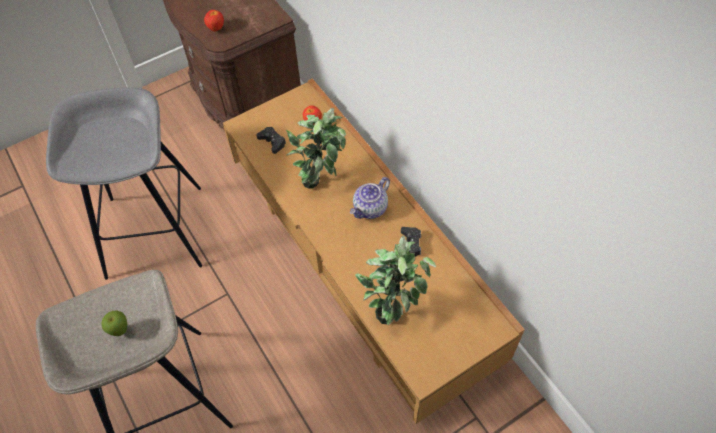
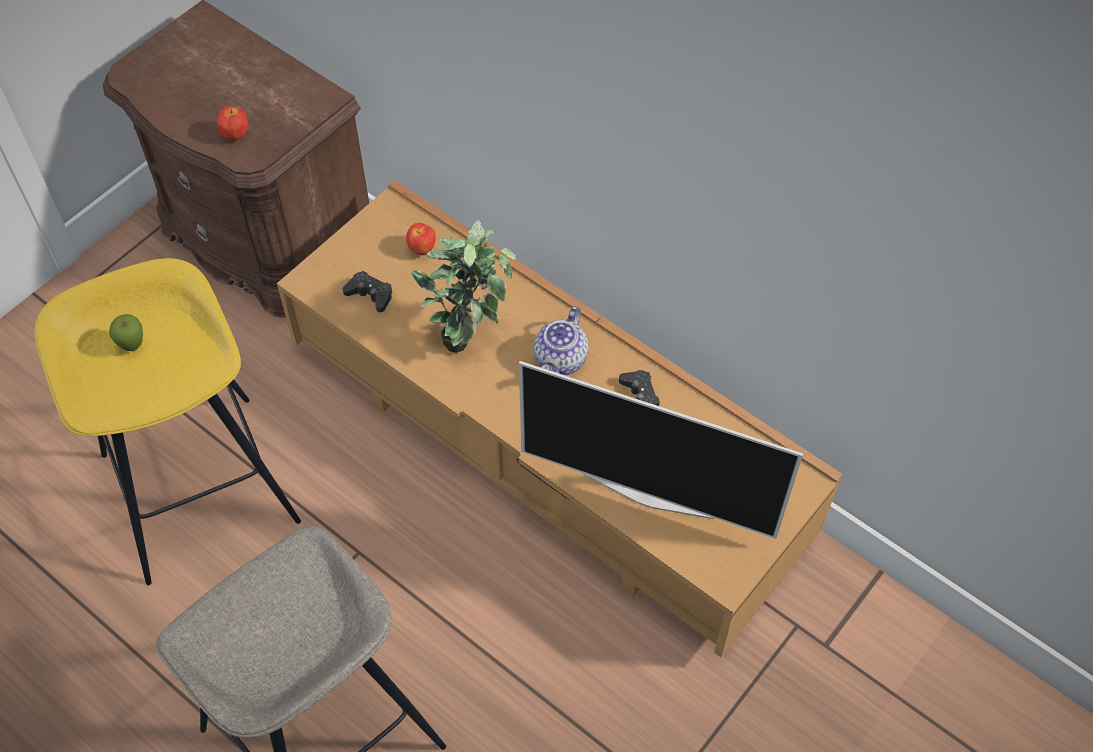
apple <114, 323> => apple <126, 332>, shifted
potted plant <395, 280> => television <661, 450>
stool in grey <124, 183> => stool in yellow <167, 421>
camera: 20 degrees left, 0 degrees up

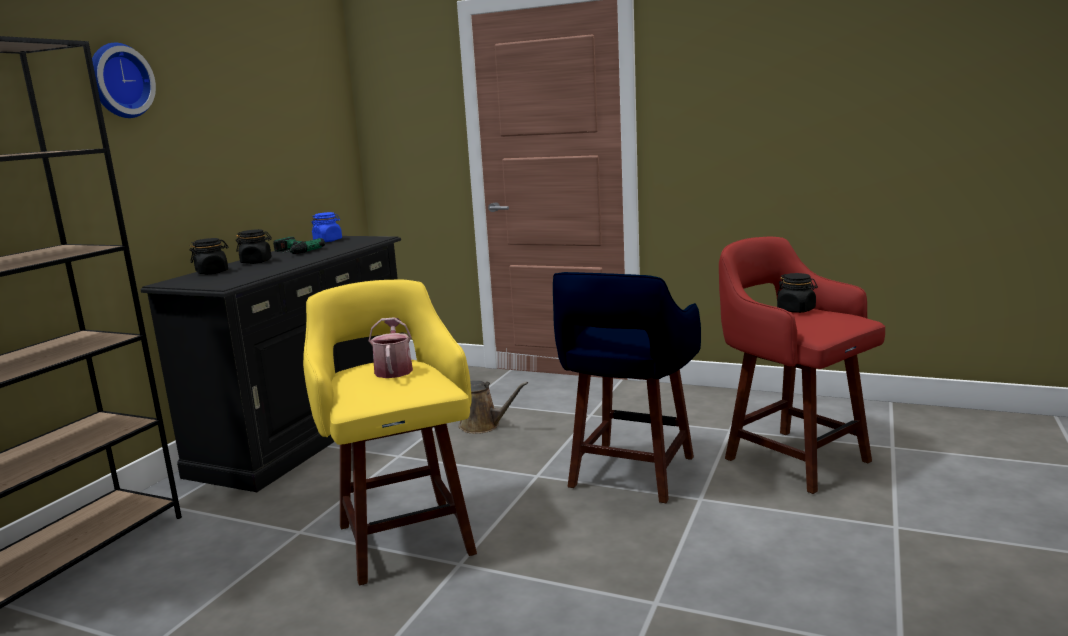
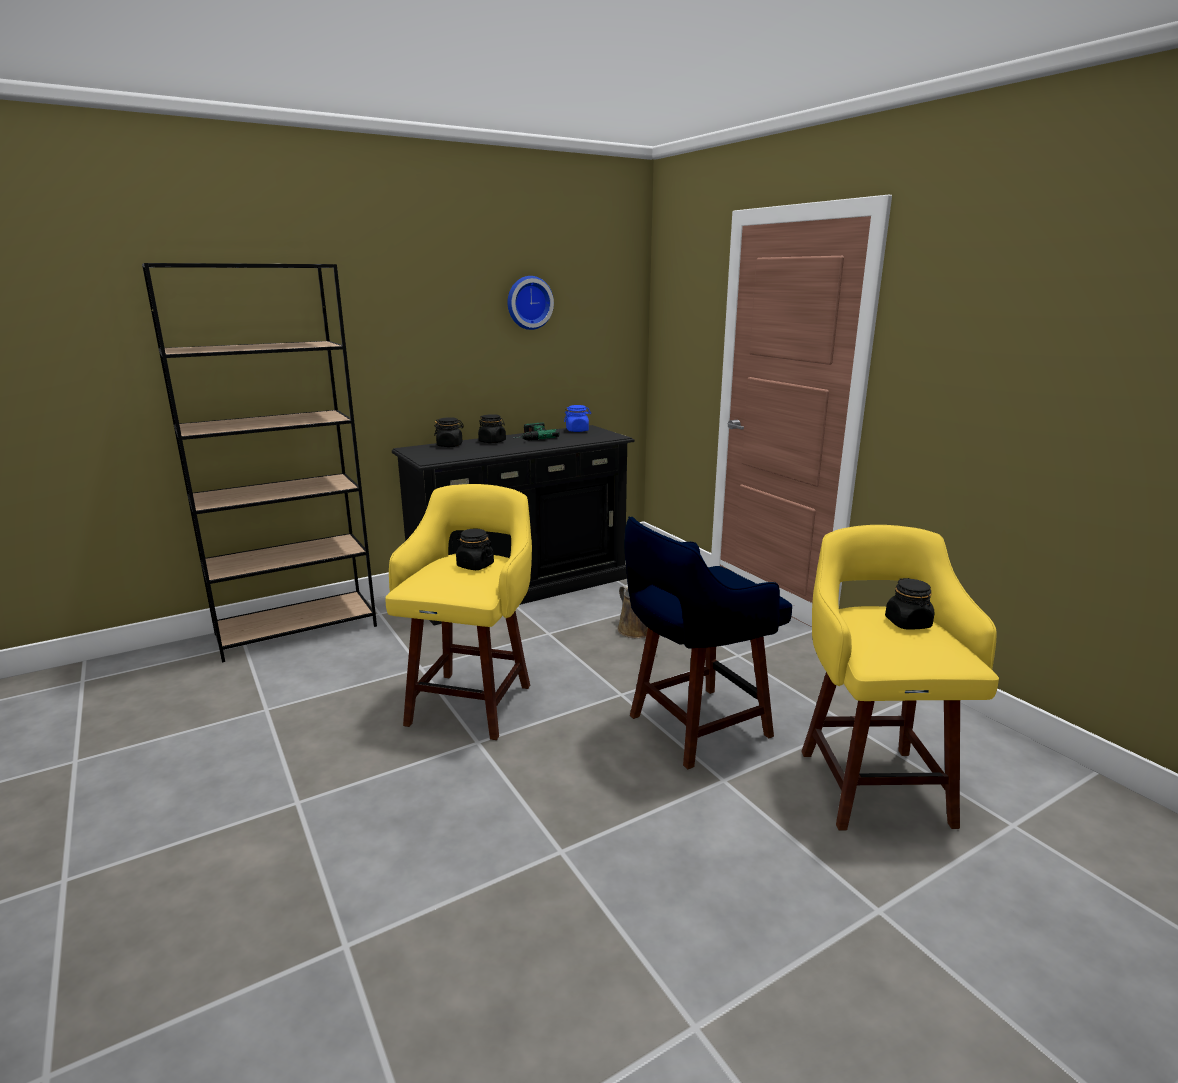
wall clock <124, 80> => wall clock <530, 303>, shifted
watering can <391, 347> => jar in black <475, 549>
stool in red <802, 365> => stool in yellow <900, 677>
camera: 35 degrees right, 5 degrees up

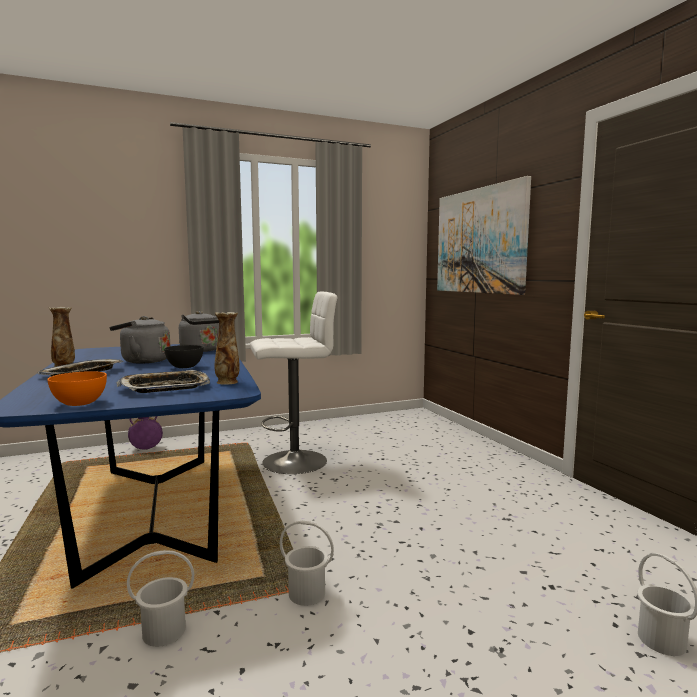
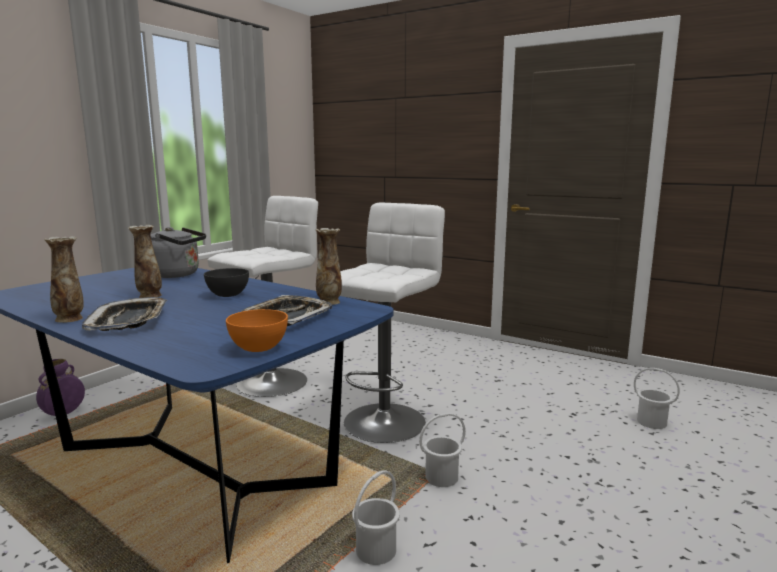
picture <484, 235> => nothing
nothing => stool in white <392, 323>
kettle in grey <140, 340> => vase <145, 261>
camera: 35 degrees left, 5 degrees up

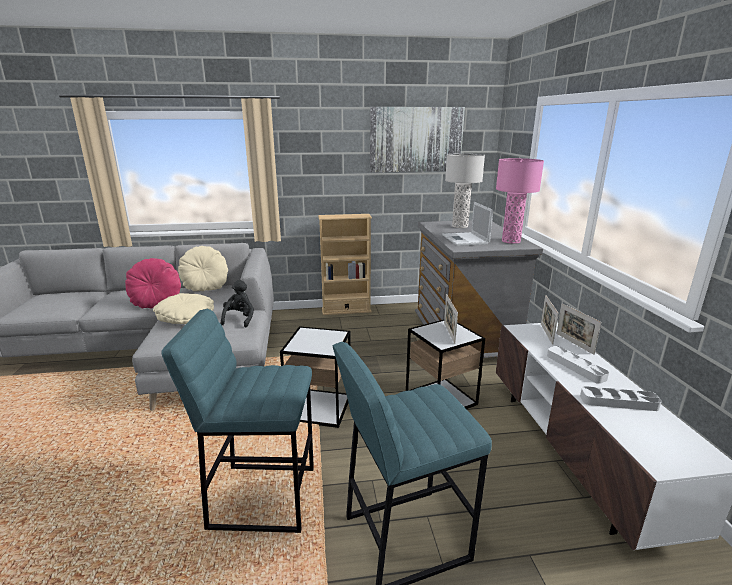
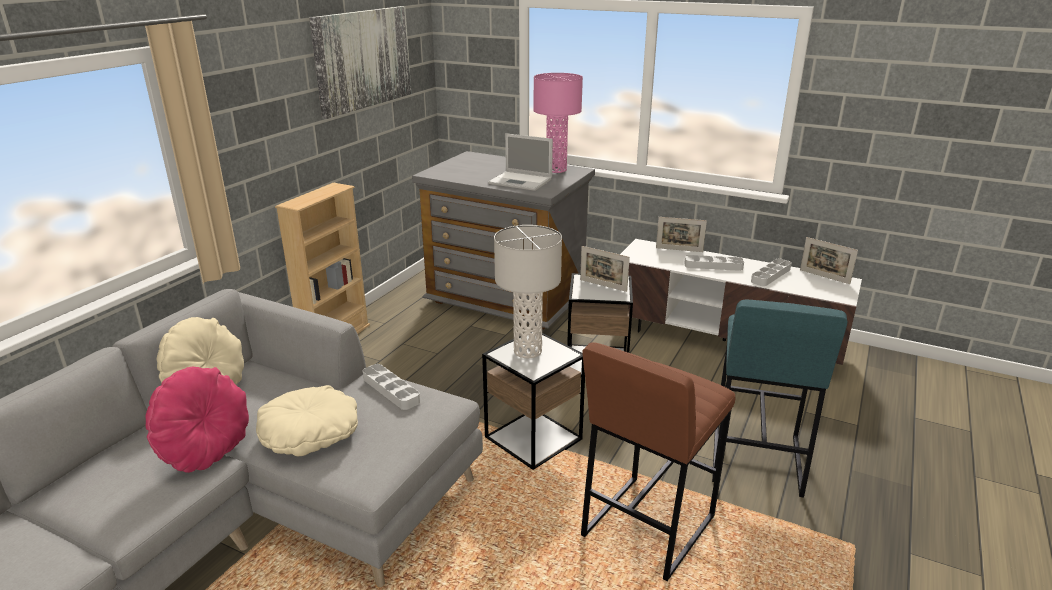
table lamp in white <465, 190> => table lamp in white <528, 291>, shifted
picture frame <550, 320> => picture frame <829, 260>, shifted
plush toy in black <237, 303> => tray in grey <391, 387>
stool in turquoise <238, 421> => stool in brown <658, 461>
camera: 55 degrees left, 5 degrees up

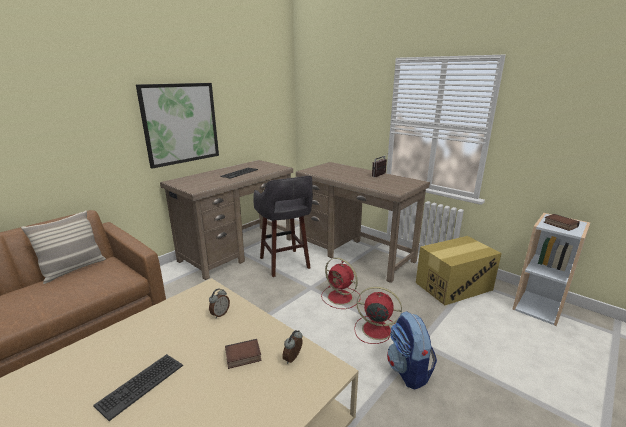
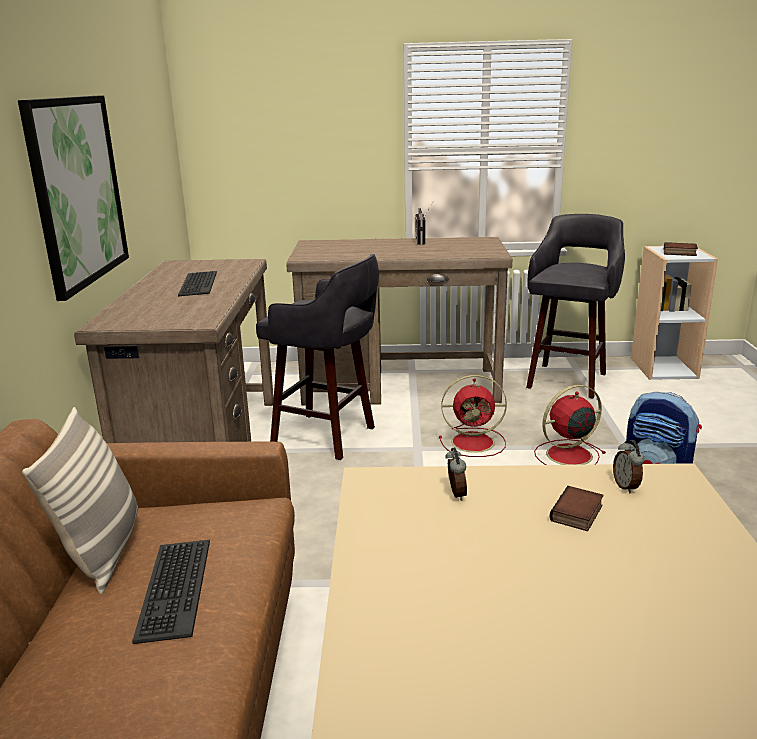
keyboard <138, 387> => keyboard <171, 592>, shifted
cardboard box <459, 270> => stool in grey <575, 306>
camera: 40 degrees left, 0 degrees up

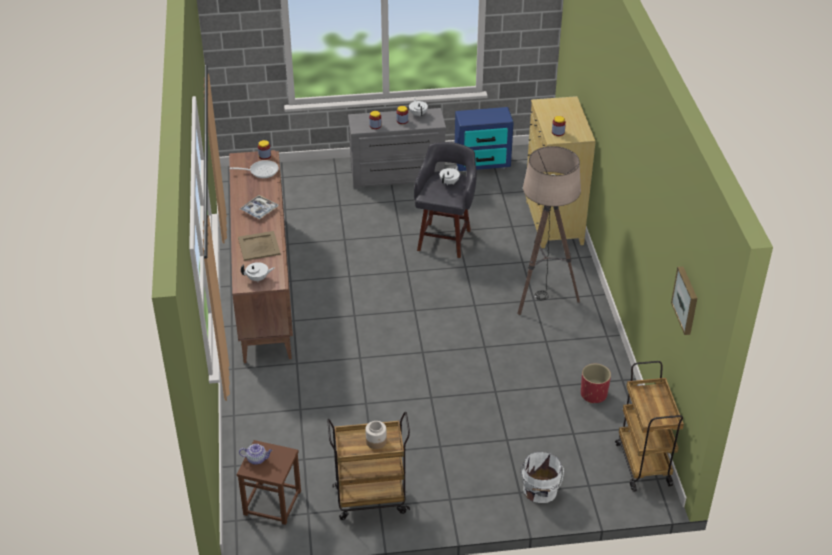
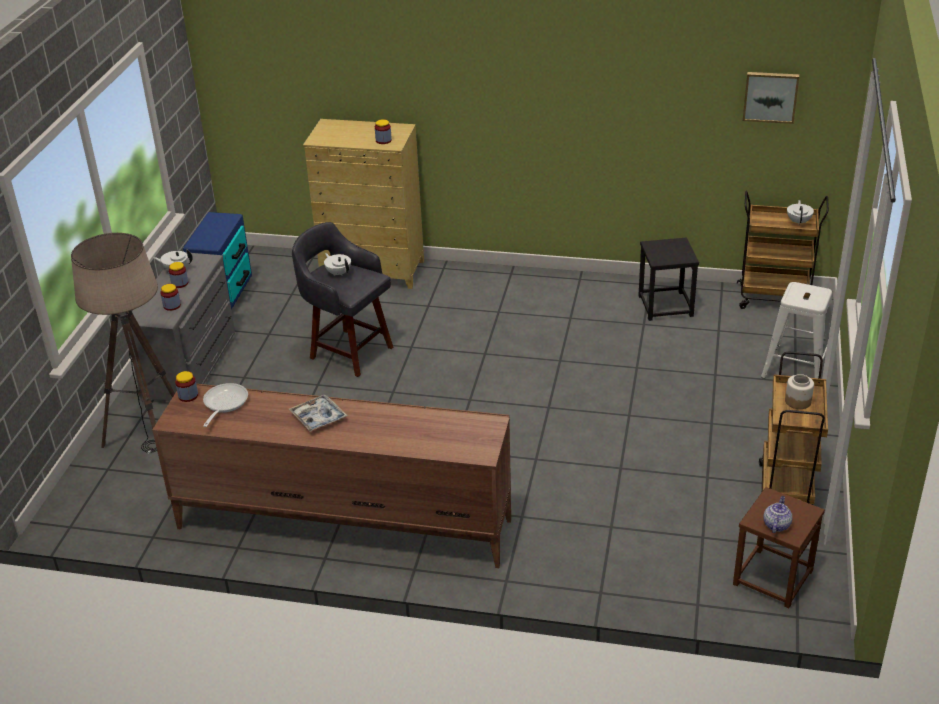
tray in beige <259, 246> => nothing
teapot in white <257, 271> => teapot in white <800, 212>, shifted
floor lamp <549, 230> => floor lamp <123, 343>, shifted
bucket in white <542, 477> => stool in white <796, 330>
planter in red <596, 384> => stool in black <668, 279>
camera: 70 degrees left, 5 degrees down

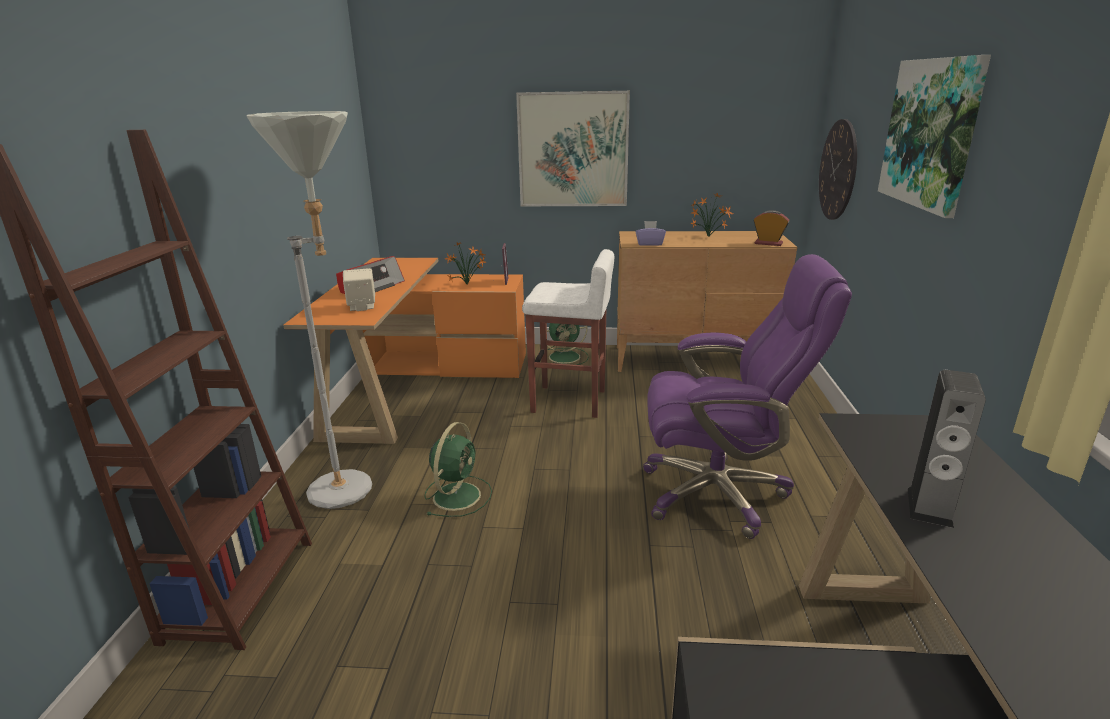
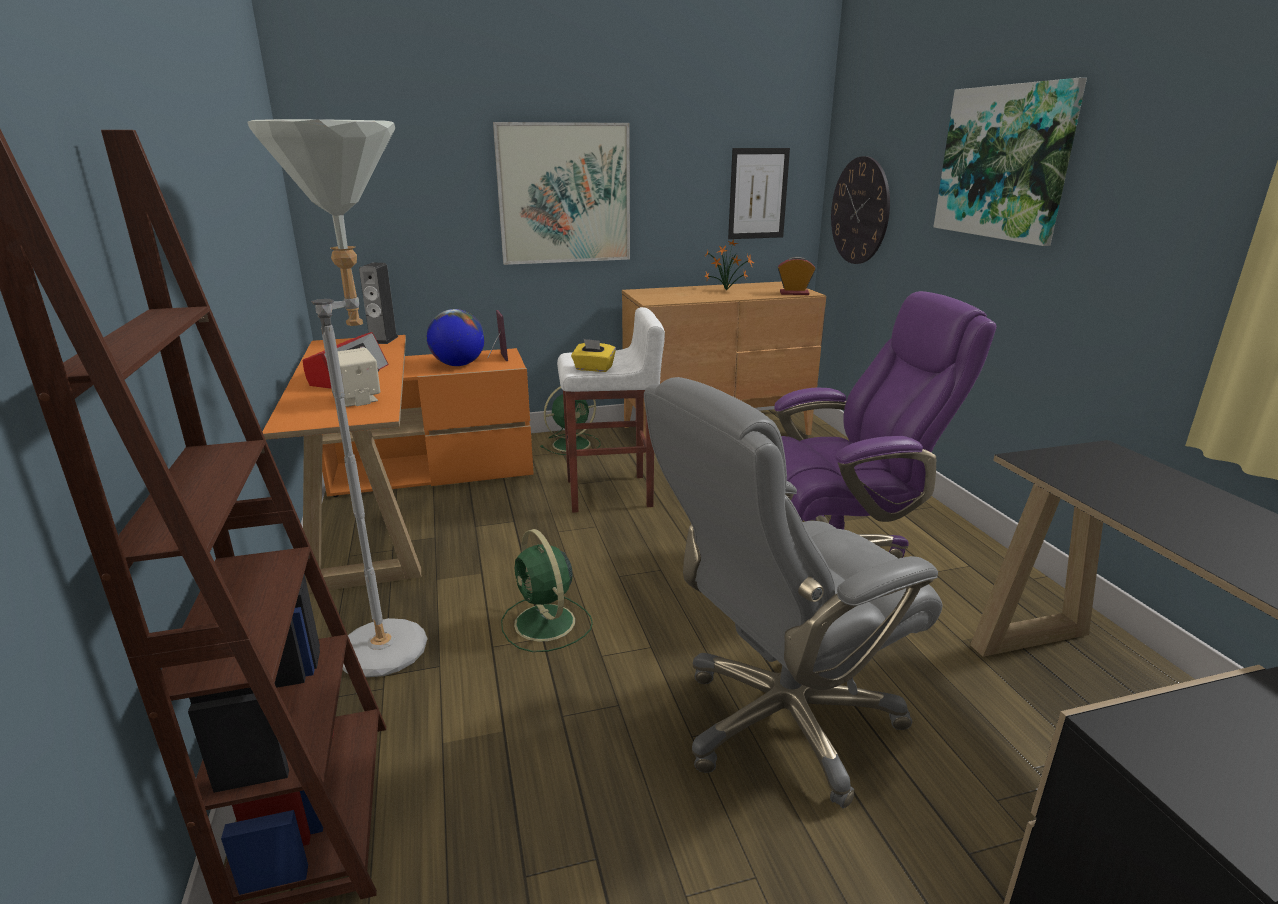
tissue box in purple <650, 233> => nothing
nothing => tissue box in yellow <593, 355>
nothing => office chair in grey <793, 592>
nothing => picture <759, 193>
speaker <947, 449> => speaker <379, 303>, shifted
potted plant <466, 262> => globe <456, 337>
fan in green <458, 469> => fan in green <547, 590>, 150 degrees clockwise
camera: 20 degrees left, 0 degrees up

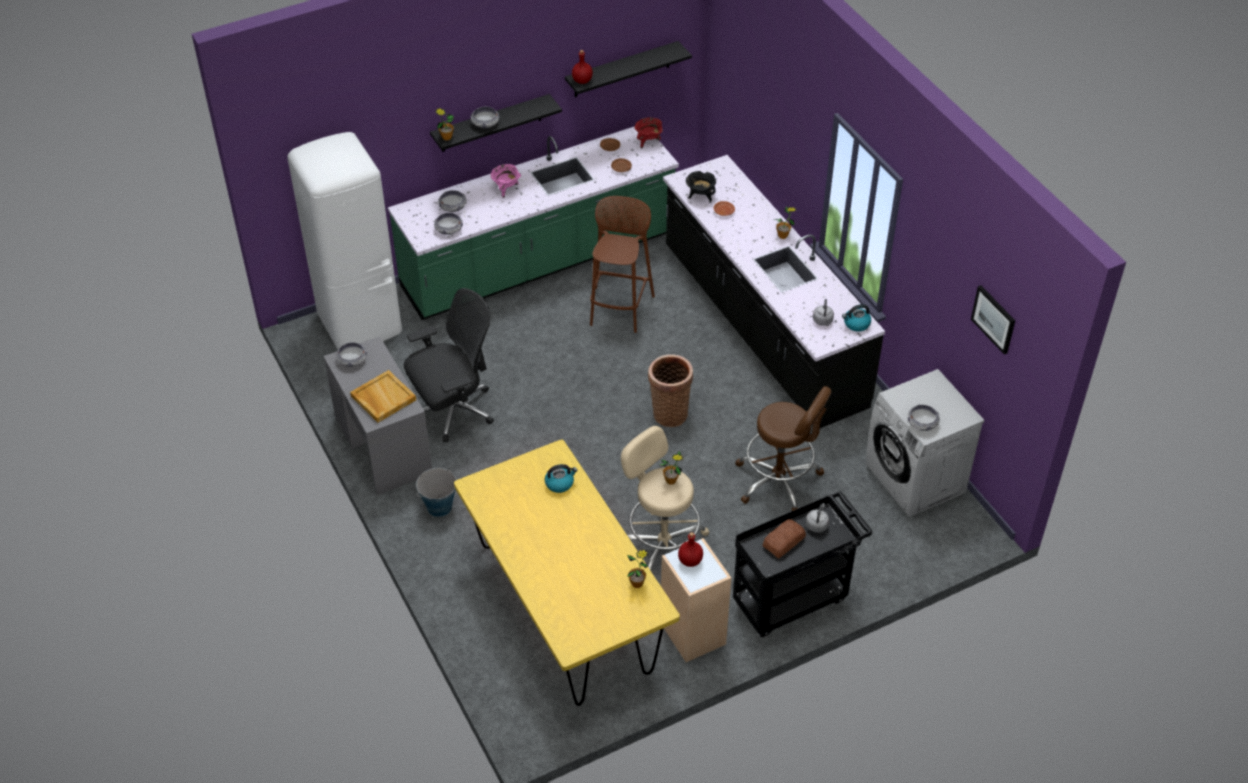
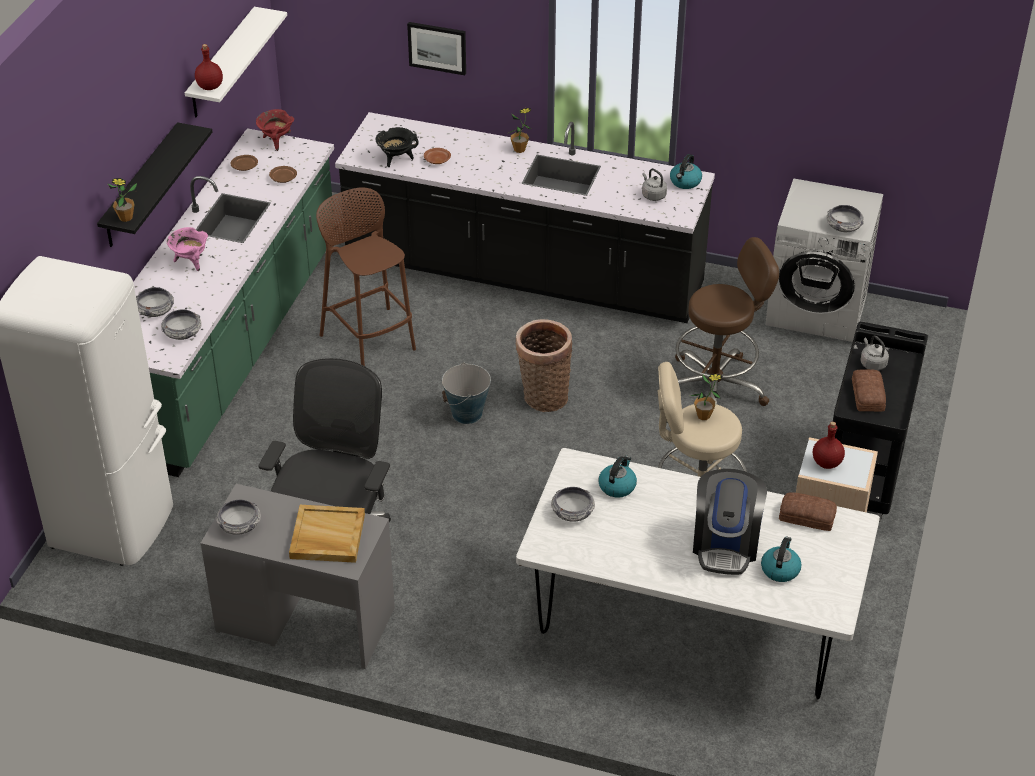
nothing => coffee machine <730, 522>
nothing => kettle <781, 559>
bucket <436, 492> => bucket <466, 393>, shifted
bowl <485, 117> => bowl <573, 504>, shifted
picture <993, 320> => picture <436, 48>, shifted
potted plant <637, 568> => bread <808, 511>
dining table in yellow <567, 573> => dining table in white <698, 573>
shelf in black <628, 69> => shelf in white <236, 62>
camera: 45 degrees left, 5 degrees down

